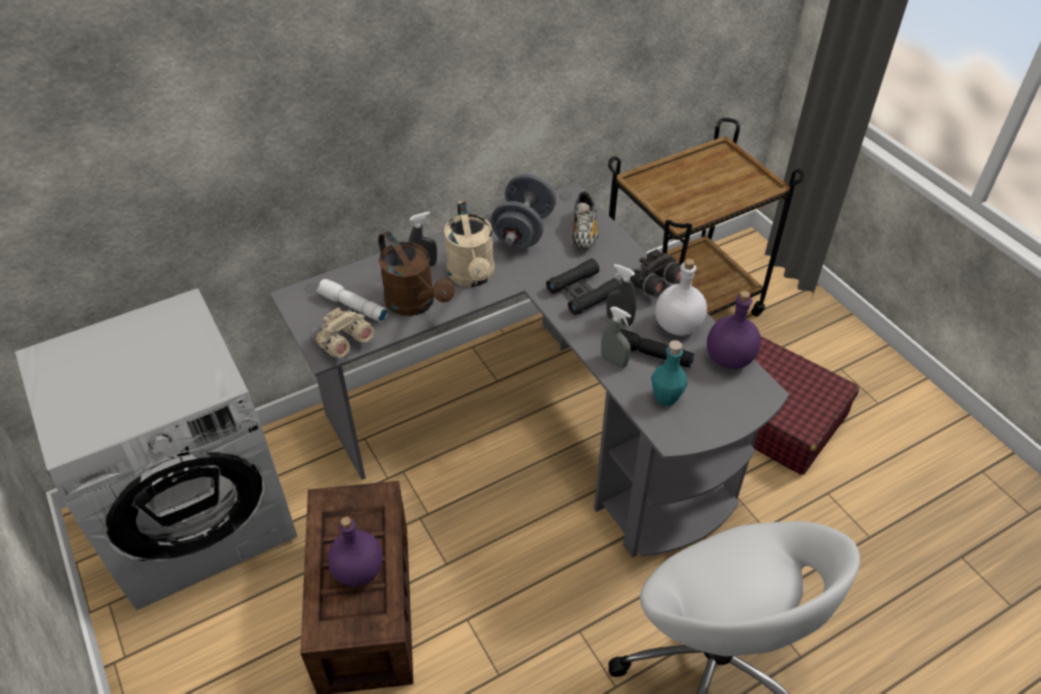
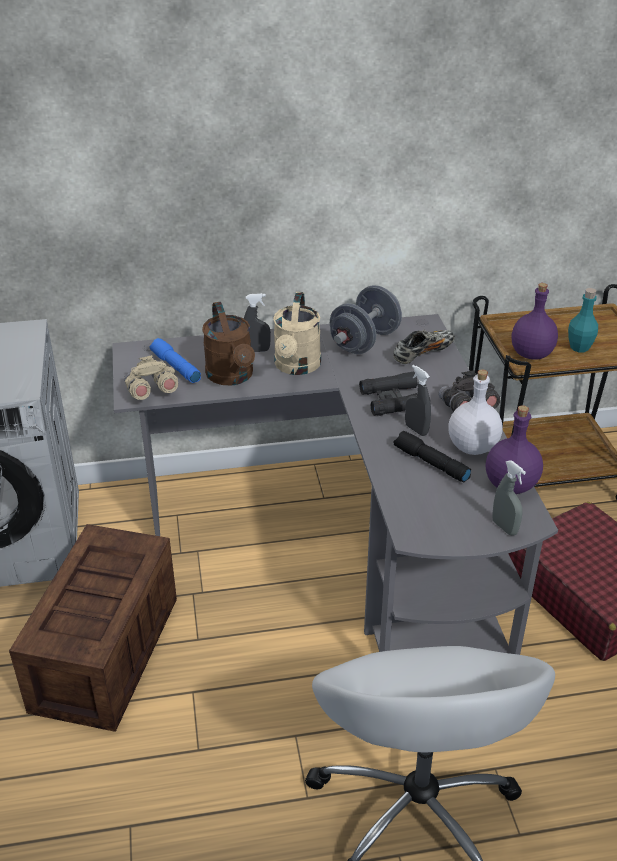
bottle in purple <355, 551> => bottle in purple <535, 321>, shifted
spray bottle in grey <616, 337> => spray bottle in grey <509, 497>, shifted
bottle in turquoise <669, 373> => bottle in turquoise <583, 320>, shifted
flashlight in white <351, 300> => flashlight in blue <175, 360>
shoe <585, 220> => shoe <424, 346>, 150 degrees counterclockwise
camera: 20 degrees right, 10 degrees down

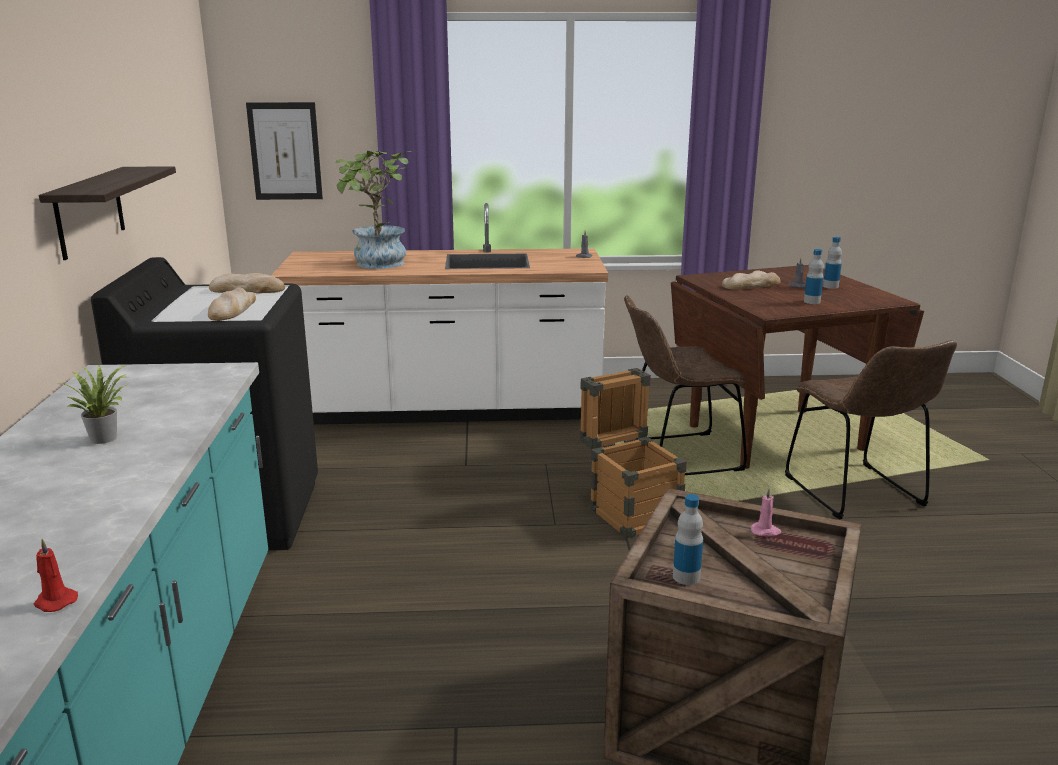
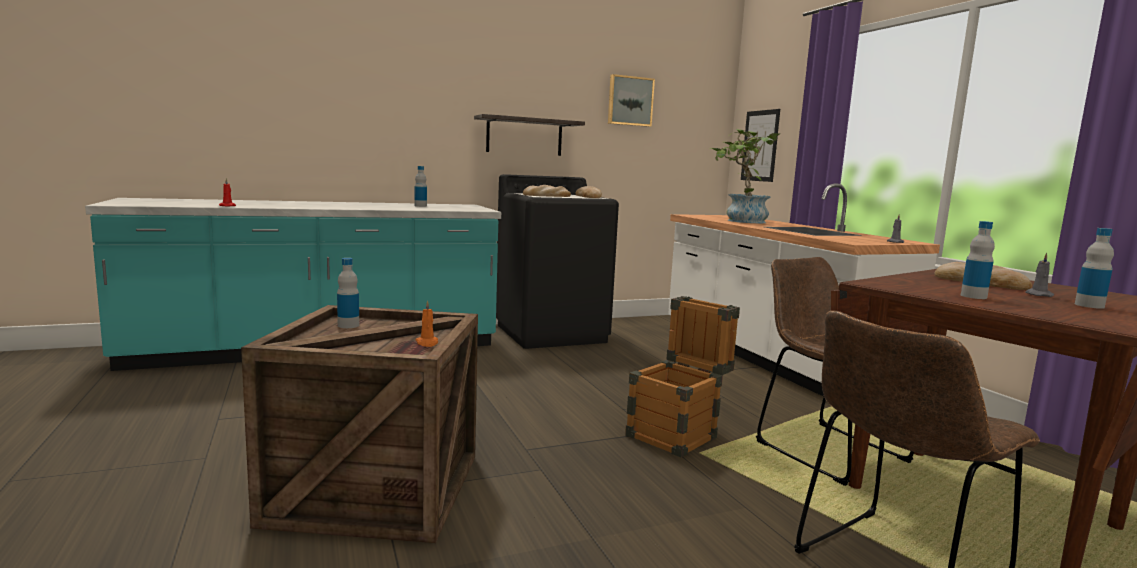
potted plant <93, 404> => nothing
nothing => bottle <421, 186>
nothing => picture <631, 100>
candle in pink <765, 512> => candle in orange <427, 323>
camera: 70 degrees right, 10 degrees down

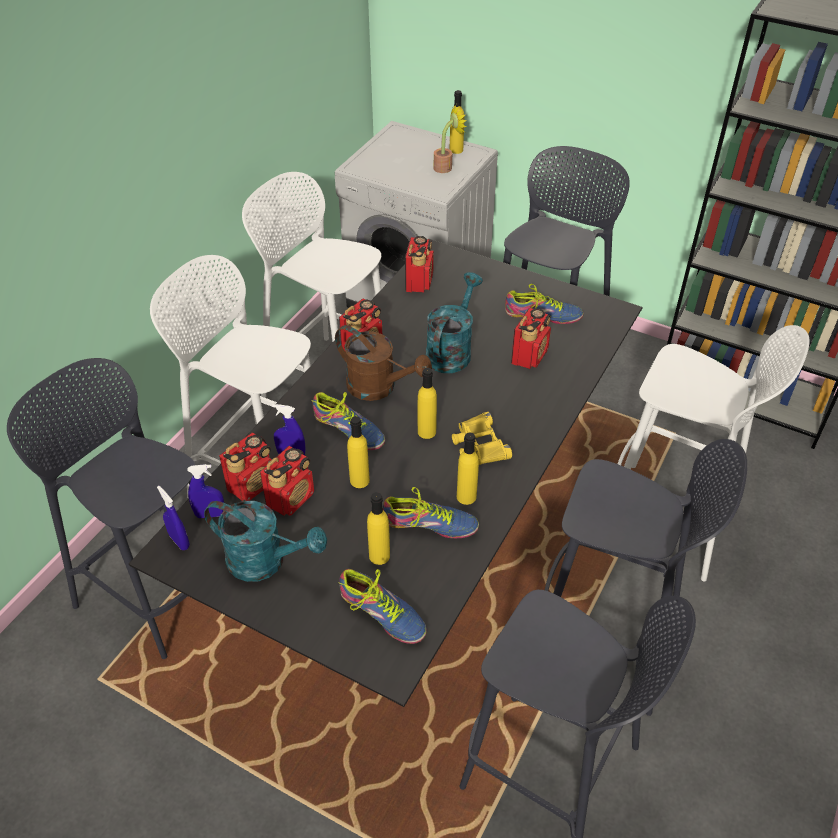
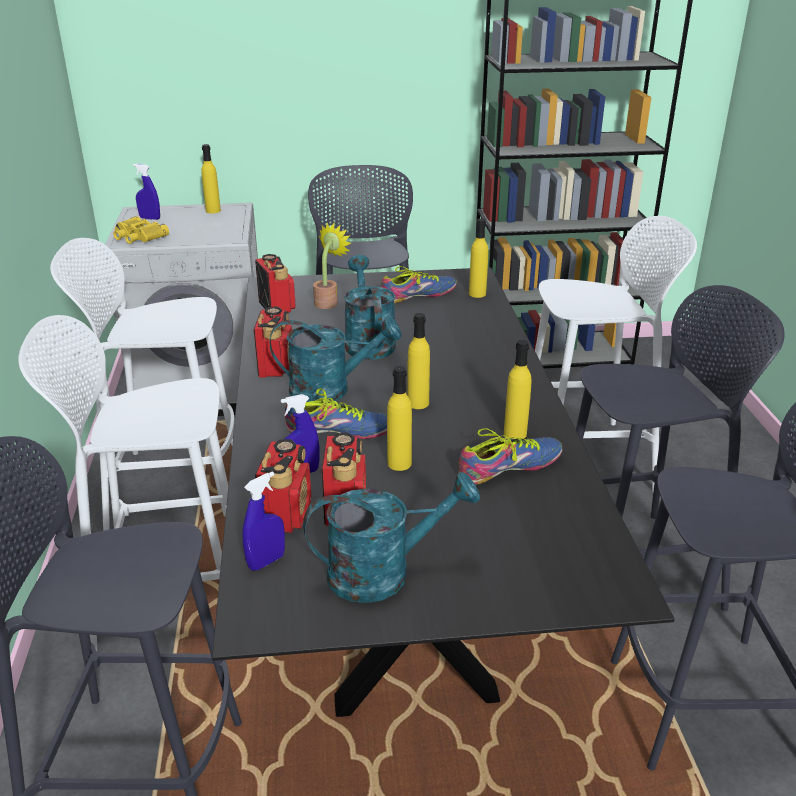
shoe <382, 606> => nothing
radio <531, 338> => nothing
spray bottle in blue <173, 518> => spray bottle in blue <146, 192>, shifted
bottle in yellow <378, 528> => bottle in yellow <478, 258>, shifted
potted plant <450, 139> => potted plant <332, 265>, shifted
binoculars in yellow <482, 438> => binoculars in yellow <141, 230>, shifted
watering can in brown <383, 363> => watering can in turquoise <336, 359>
camera: 35 degrees left, 15 degrees down

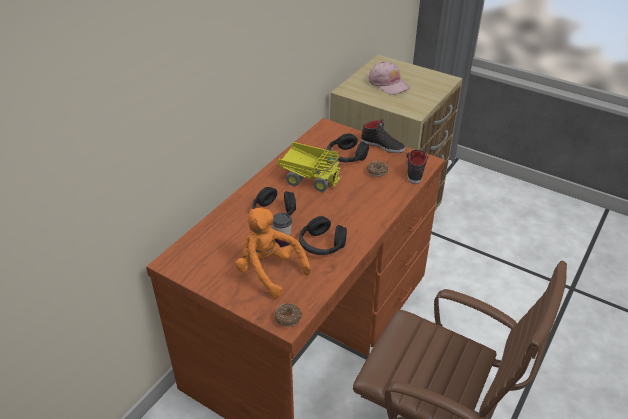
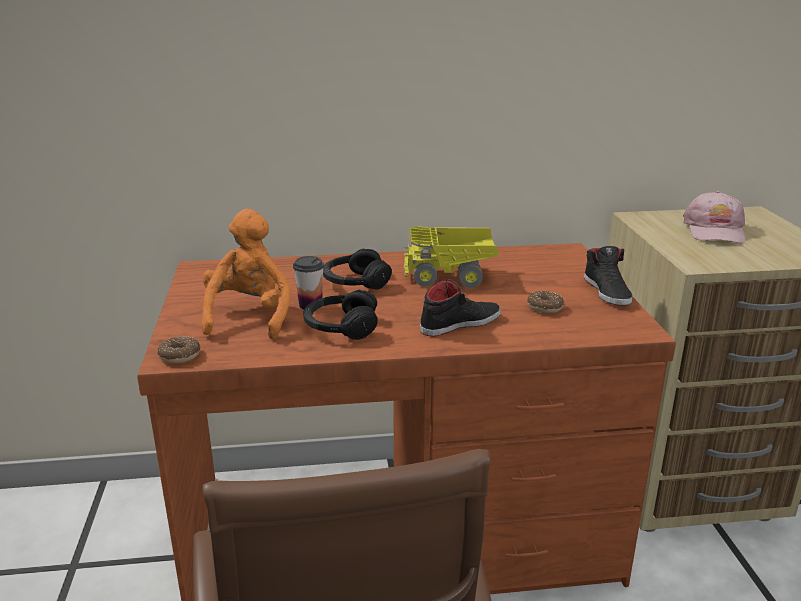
headphones in black <348, 147> => nothing
shoe in black <417, 167> => shoe in black <460, 308>, shifted
toy truck <309, 167> => toy truck <451, 257>, 105 degrees clockwise
camera: 50 degrees right, 15 degrees down

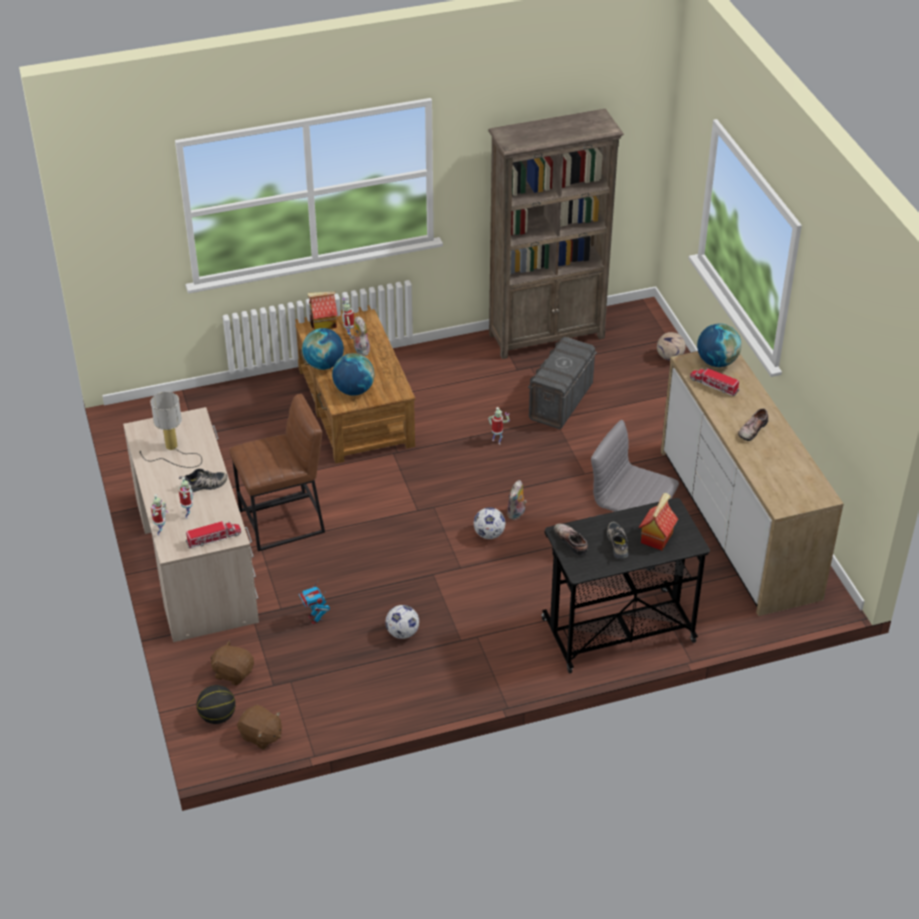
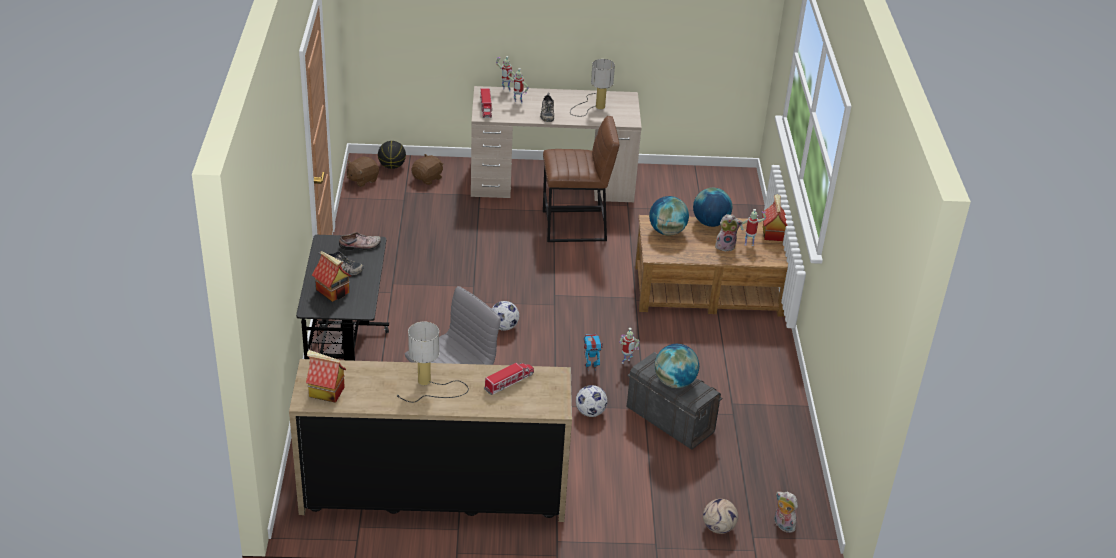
bookcase in brown <556, 234> => nothing
nothing => toy house <326, 376>
toy robot <314, 602> => toy robot <593, 352>, shifted
football <402, 622> => football <591, 401>, shifted
plush toy <517, 500> => plush toy <786, 512>, shifted
globe <719, 345> => globe <677, 366>, shifted
shoe <753, 424> => table lamp <433, 362>
chair in brown <277, 473> => chair in brown <581, 179>, 90 degrees counterclockwise
camera: 105 degrees right, 5 degrees down

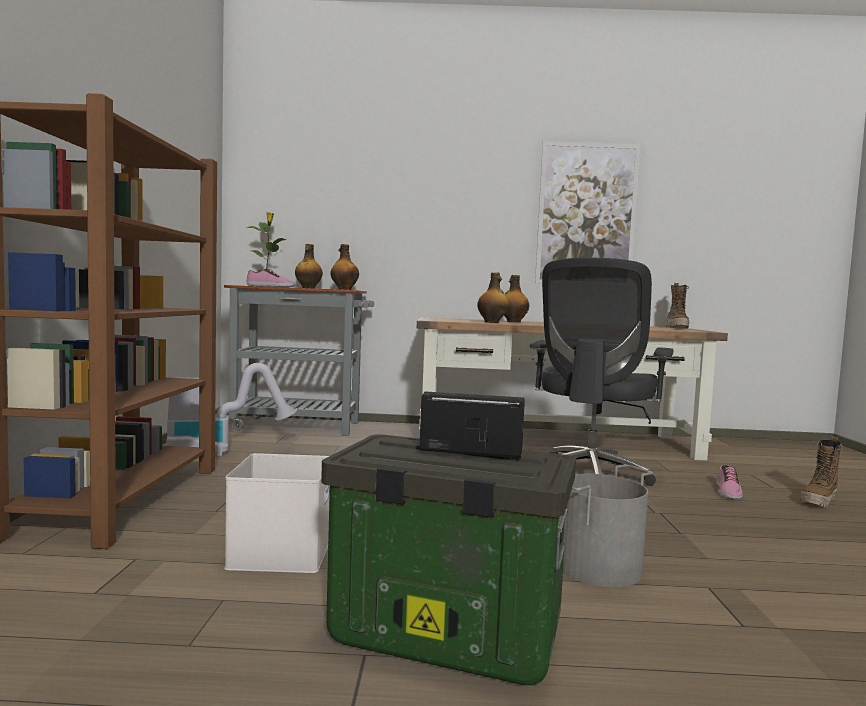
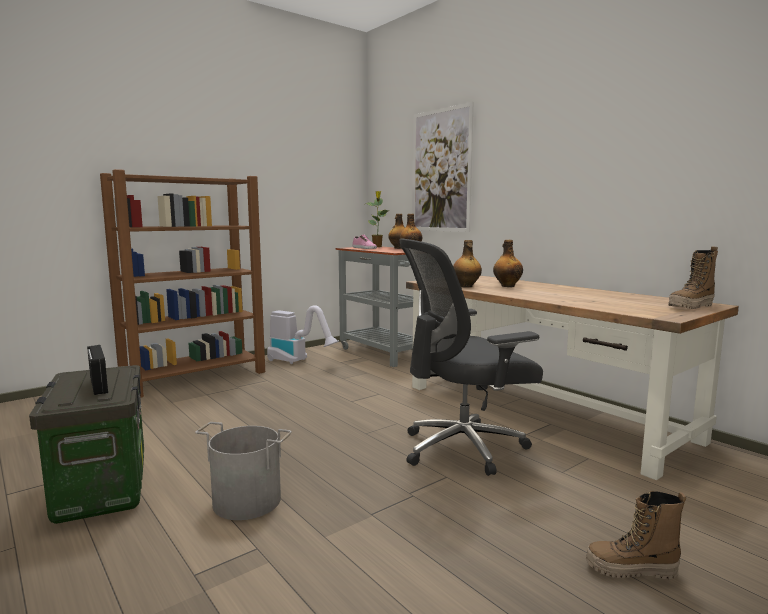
storage box in white <277, 513> => nothing
shoe <729, 481> => nothing
picture <587, 212> => picture <443, 167>, shifted
camera: 50 degrees right, 5 degrees up

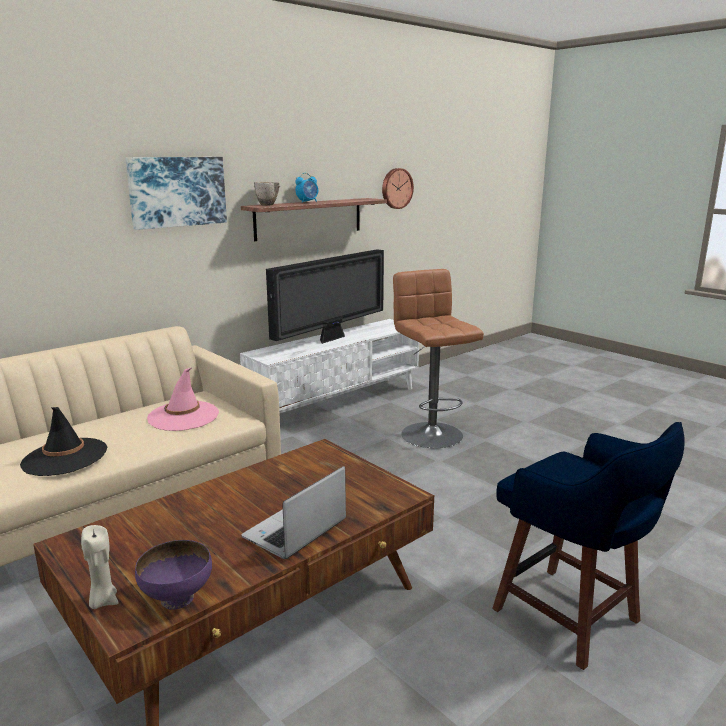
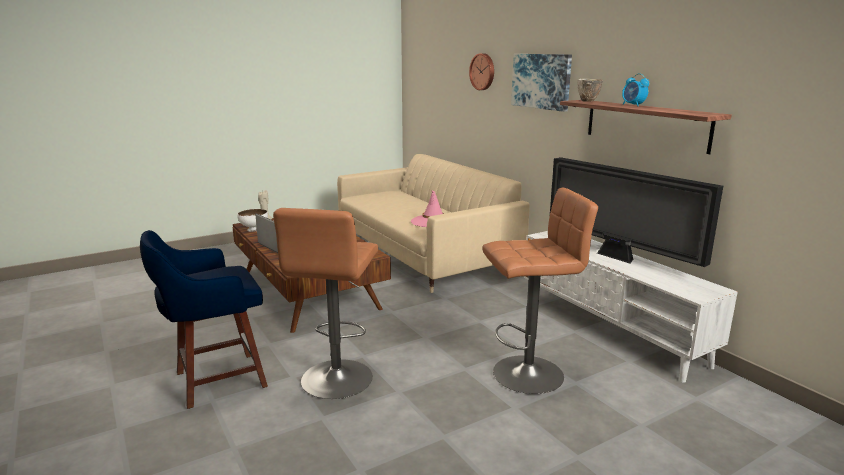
hat in black <63, 441> => nothing
nothing => stool in brown <325, 303>
wall clock <398, 188> => wall clock <481, 71>, shifted
bowl in purple <173, 574> => bowl in white <252, 220>
camera: 100 degrees right, 0 degrees up

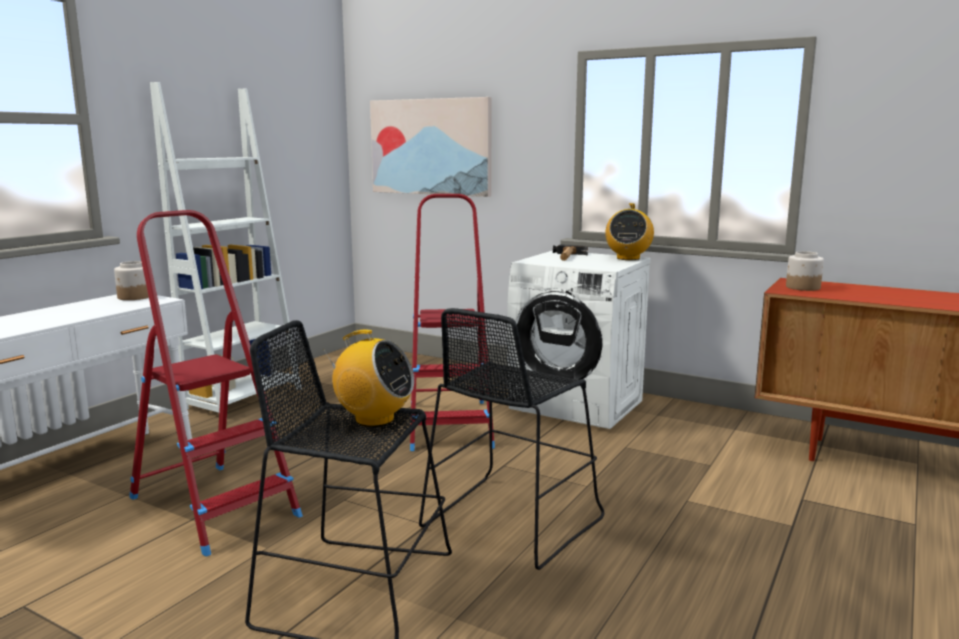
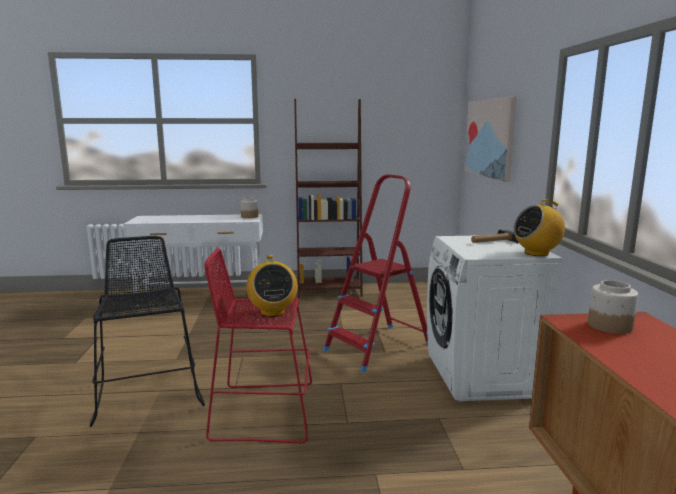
step ladder in red <216, 383> => nothing
radio <368, 378> => radio <272, 286>, shifted
bookcase in white <226, 247> => bookcase in brown <328, 198>
stool in black <511, 439> => stool in red <258, 345>
camera: 55 degrees right, 0 degrees up

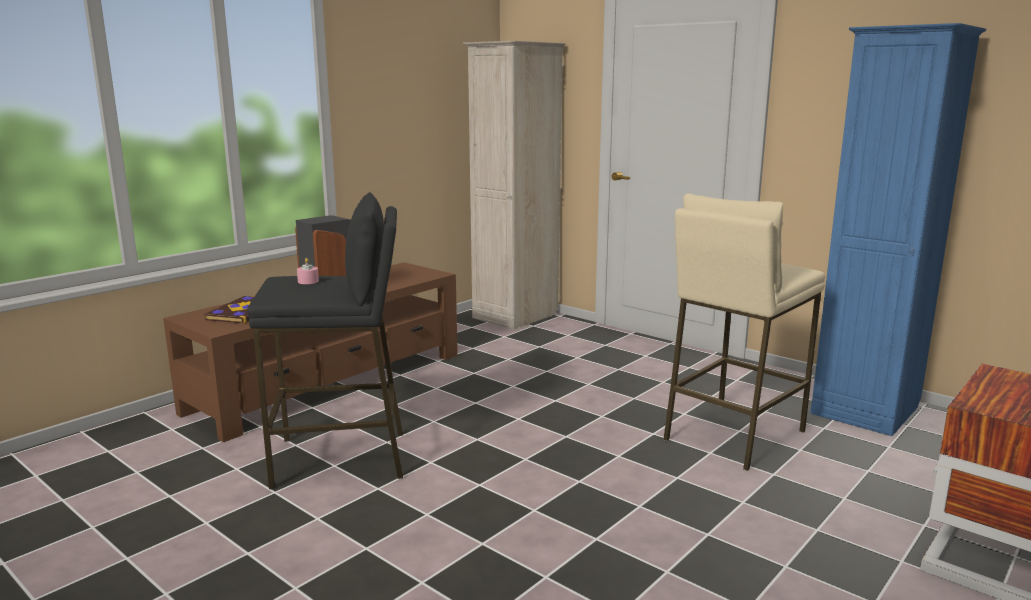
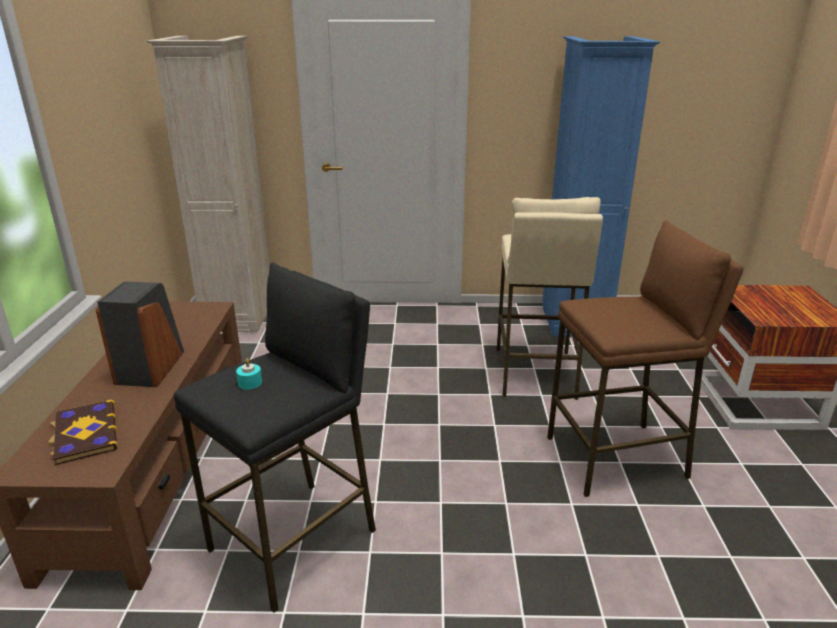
nothing => stool in brown <645, 358>
candle in pink <308, 271> => candle in turquoise <249, 374>
camera: 40 degrees left, 10 degrees up

